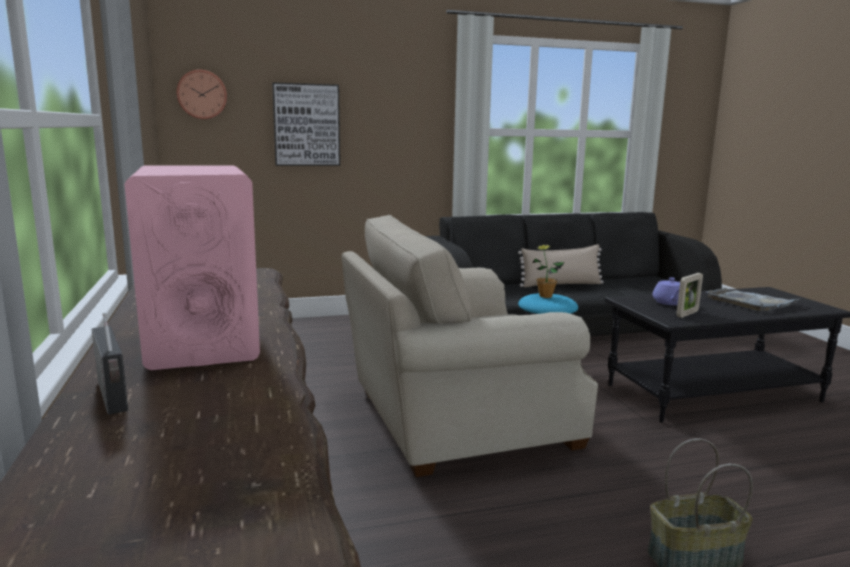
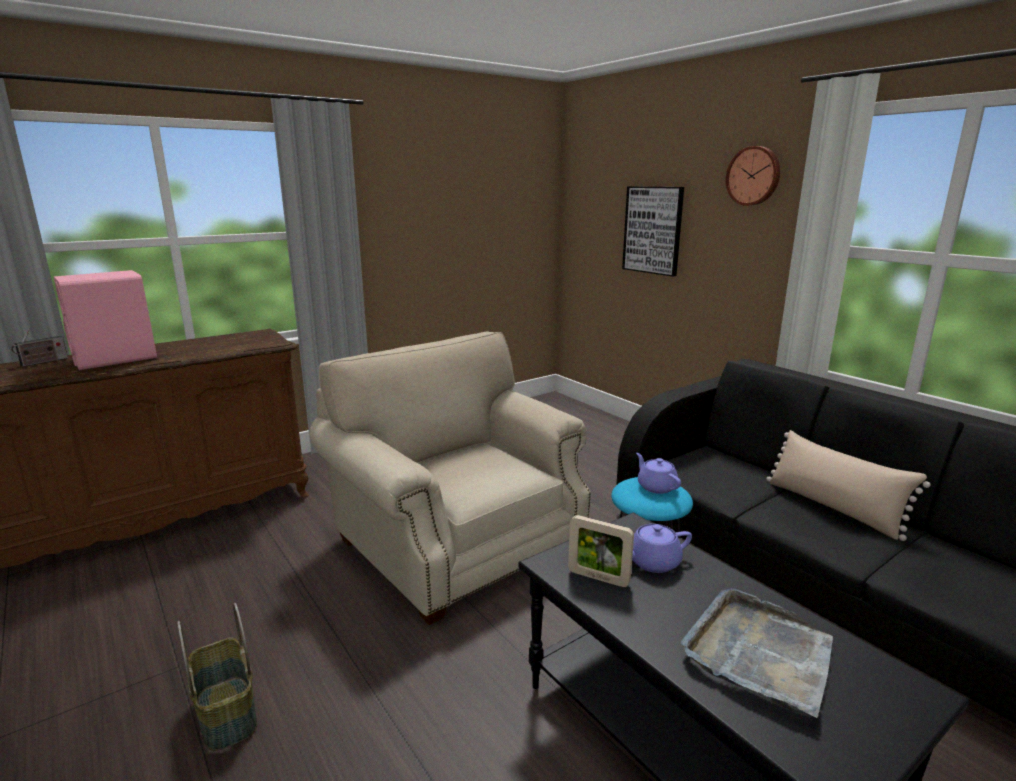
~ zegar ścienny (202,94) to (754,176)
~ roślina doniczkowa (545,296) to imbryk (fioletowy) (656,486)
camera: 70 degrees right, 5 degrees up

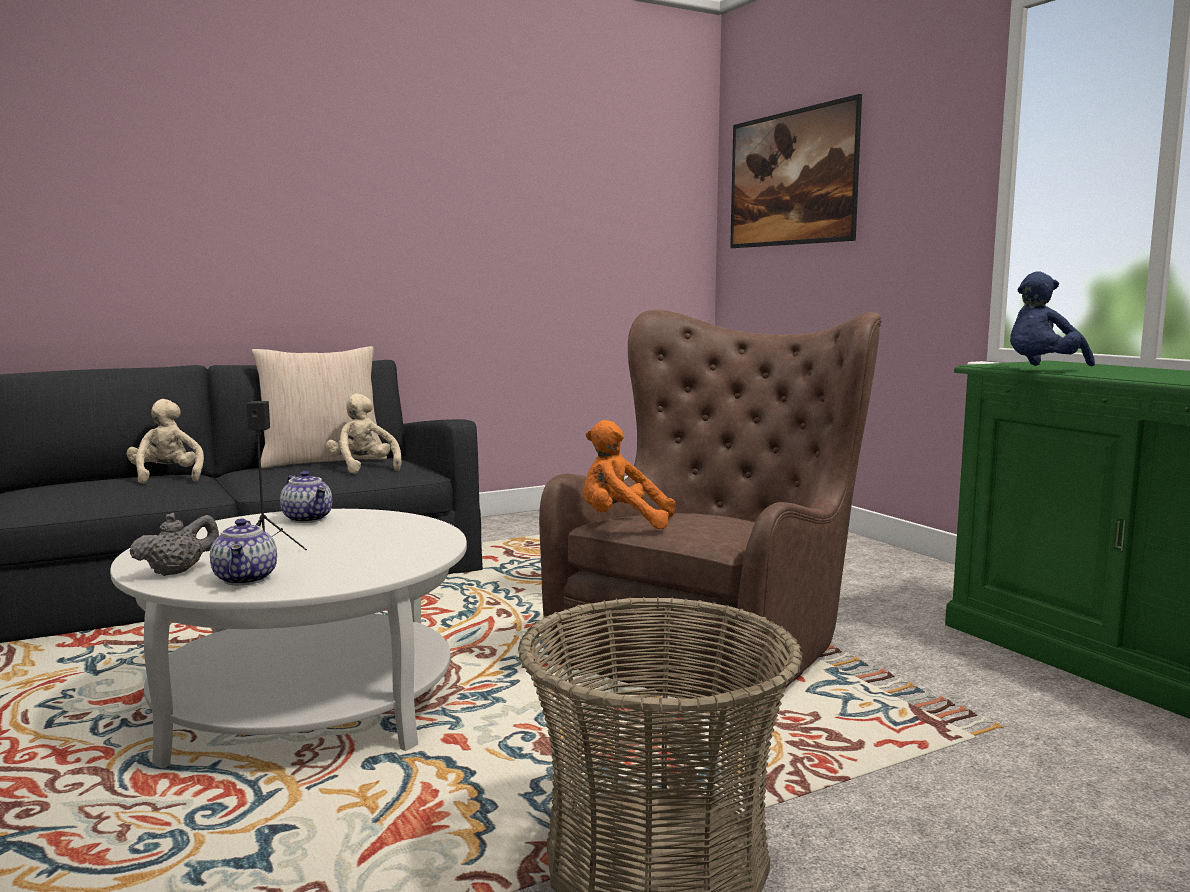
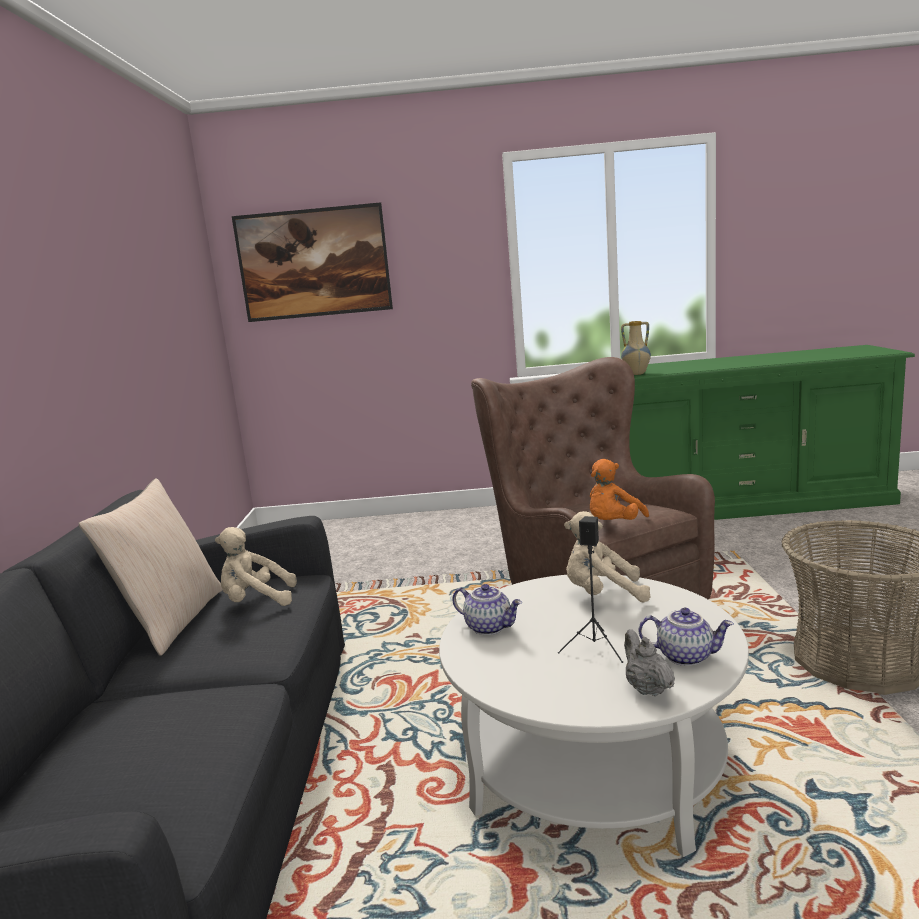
~ pluszak (niebieski) (1041,369) to wazon (636,374)
~ pluszak (beżowy) (167,477) to (602,595)
~ imbryk (308,519) = (489,627) 45 degrees clockwise
camera: 60 degrees left, 5 degrees up

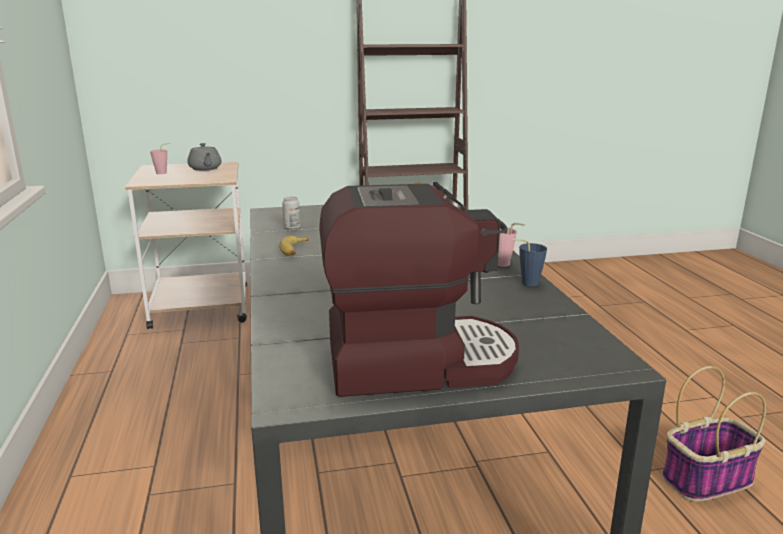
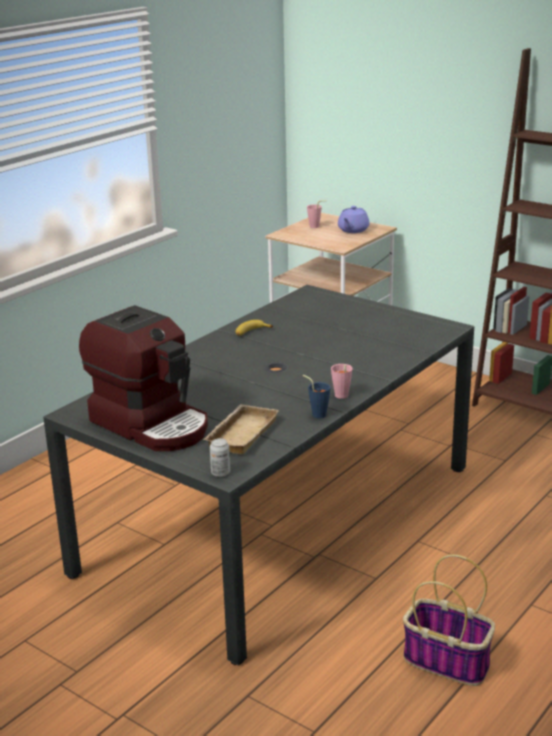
~ imbryk (szary) (205,169) to imbryk (fioletowy) (353,230)
~ puszka (292,228) to (220,473)
+ taca (beżowy) (240,433)
camera: 50 degrees right, 5 degrees up

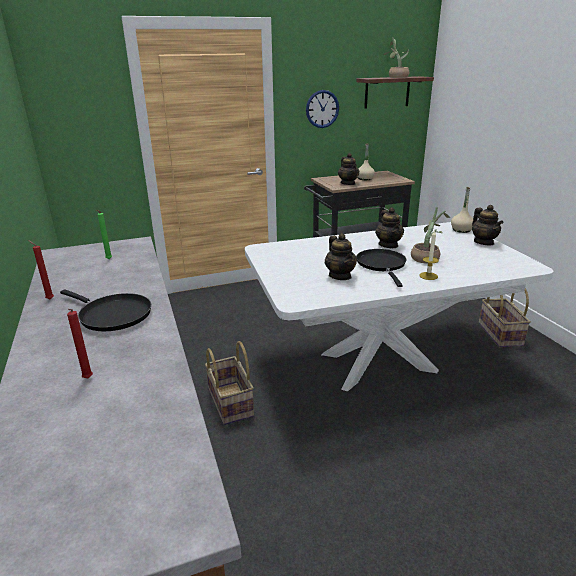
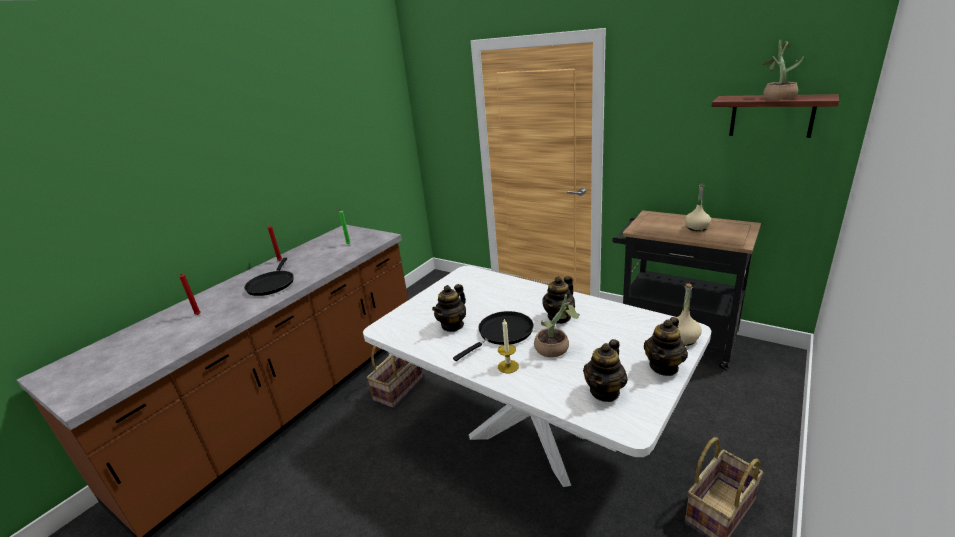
- zegar ścienny (322,109)
~ imbryk (348,183) to (605,391)
camera: 55 degrees right, 0 degrees up

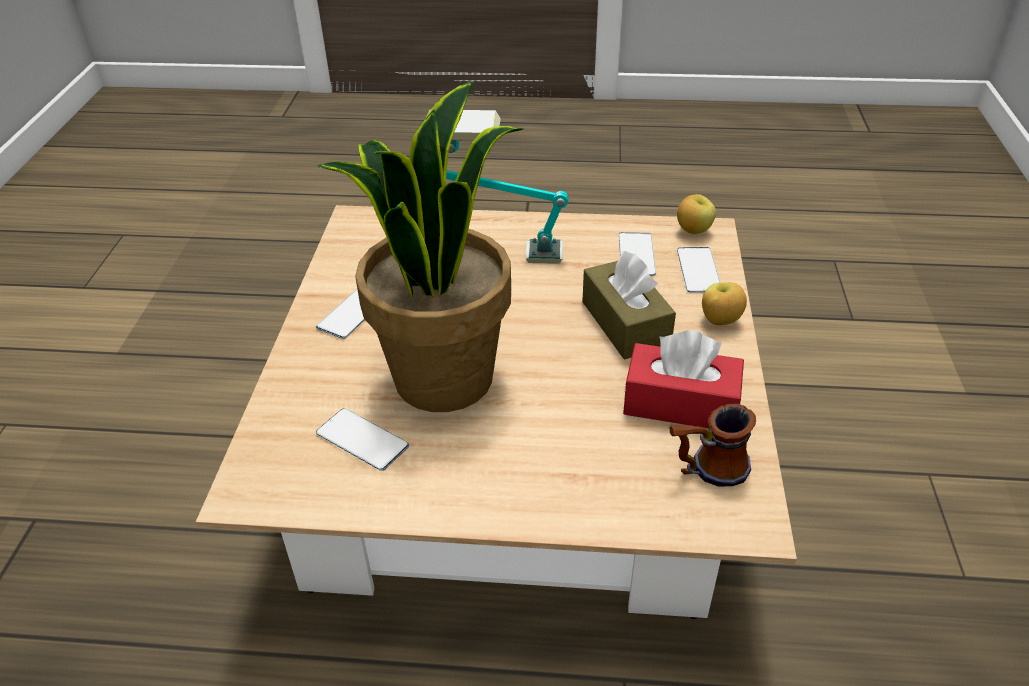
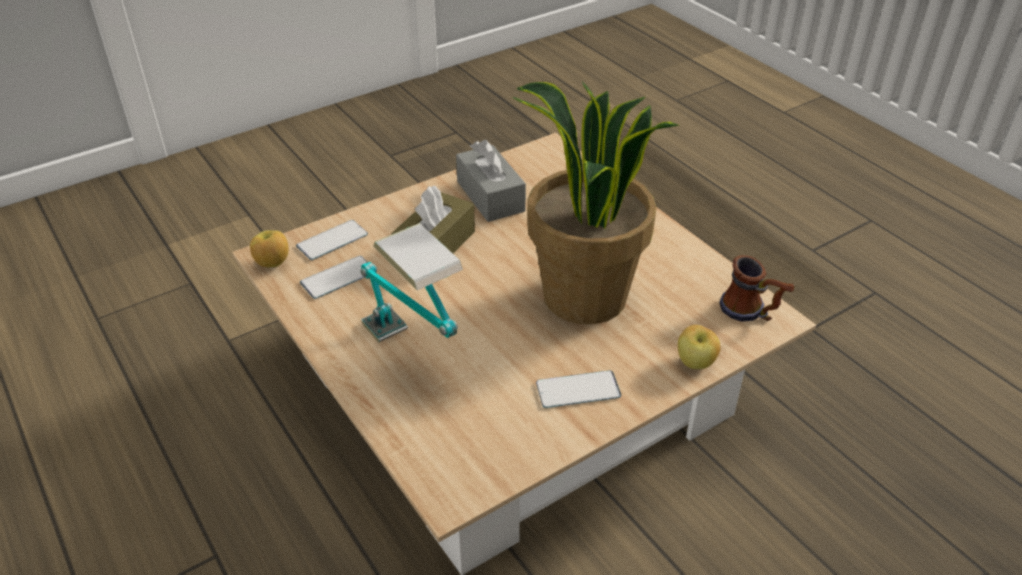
~ jabłko (720,321) to (695,363)
~ pudełko chusteczek (czerwony) (680,404) to pudełko chusteczek (szary) (490,196)
~ kubek (706,470) to (751,313)
- telefon (362,439)
camera: 130 degrees left, 0 degrees up

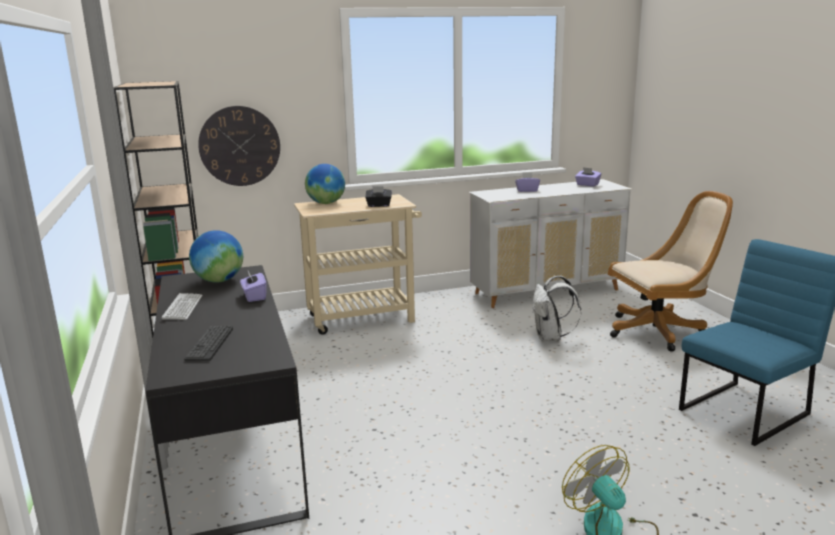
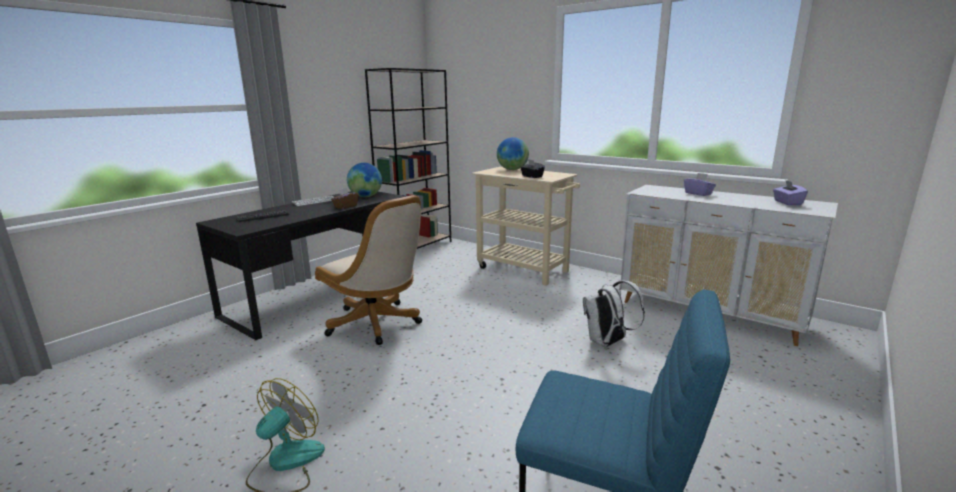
- zegar ścienny (239,146)
~ krzesło biurowe (661,330) to (378,325)
~ pudełko chusteczek (fioletowy) (254,296) to pudełko chusteczek (brązowy) (345,206)
camera: 55 degrees right, 0 degrees up

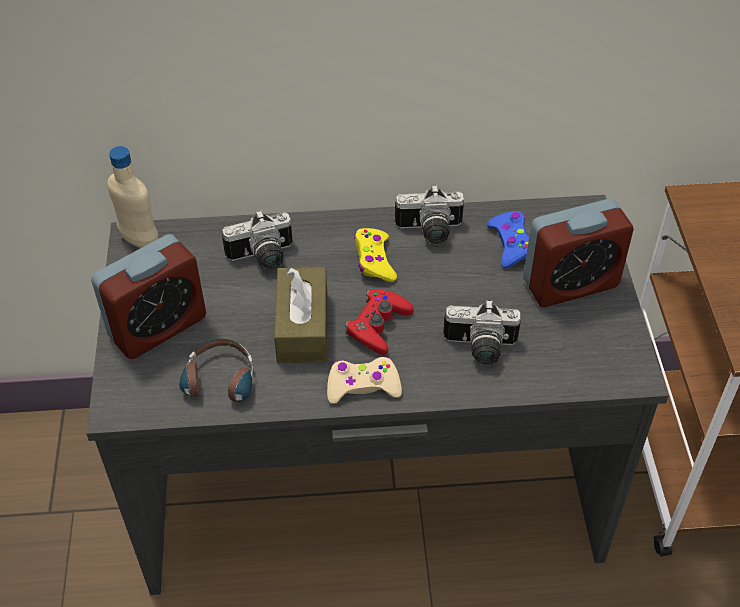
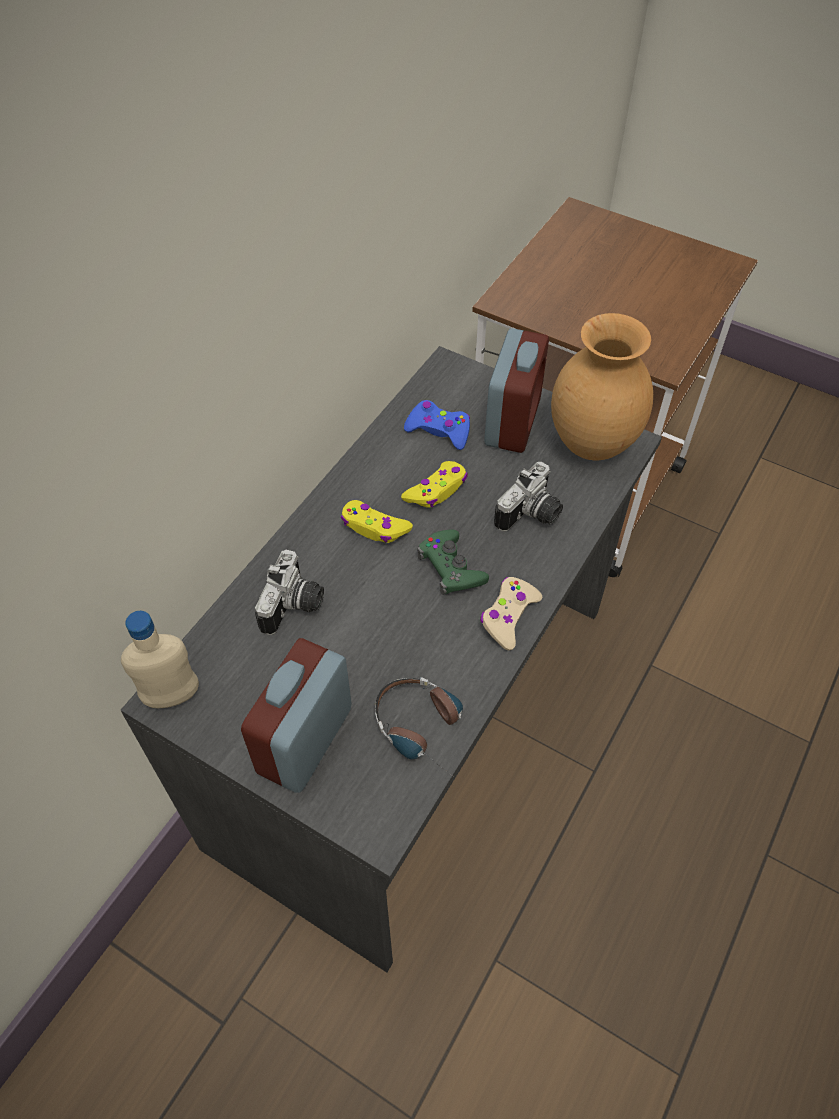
- aparat fotograficzny (429,232)
~ budzik (158,327) = (305,740) 150 degrees counterclockwise
- pudełko chusteczek (brązowy) (302,327)
~ pad do gier (czerwony) (378,325) to pad do gier (zielony) (451,567)
+ wazon (brązowy) (591,446)
+ pad do gier (żółty) (437,490)
camera: 55 degrees left, 5 degrees up

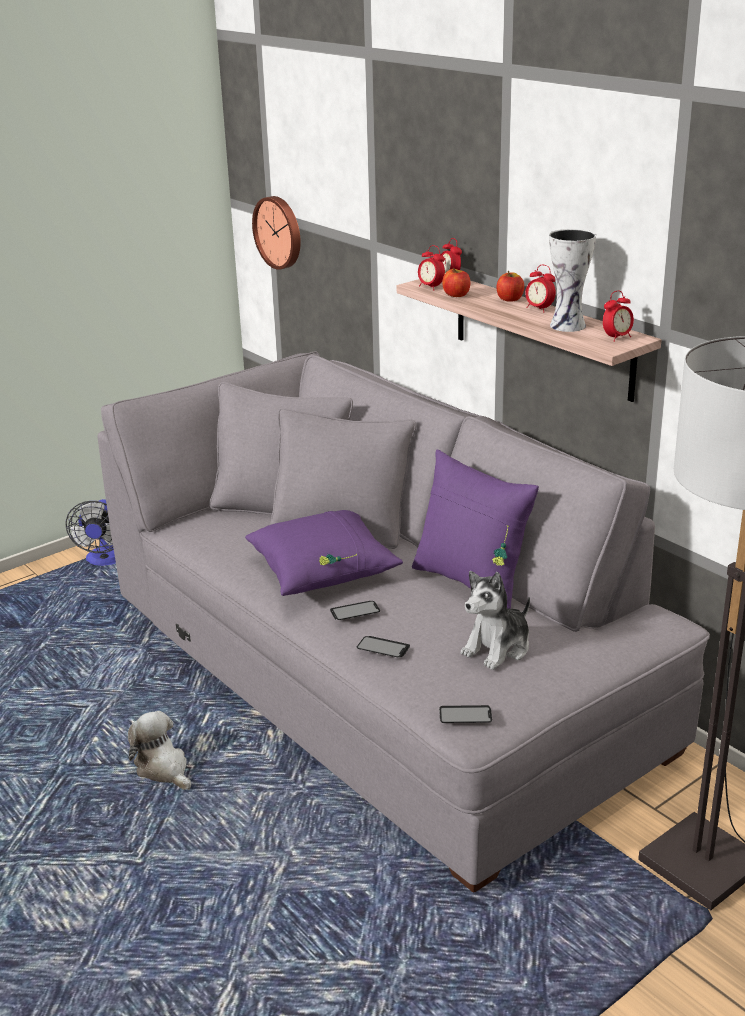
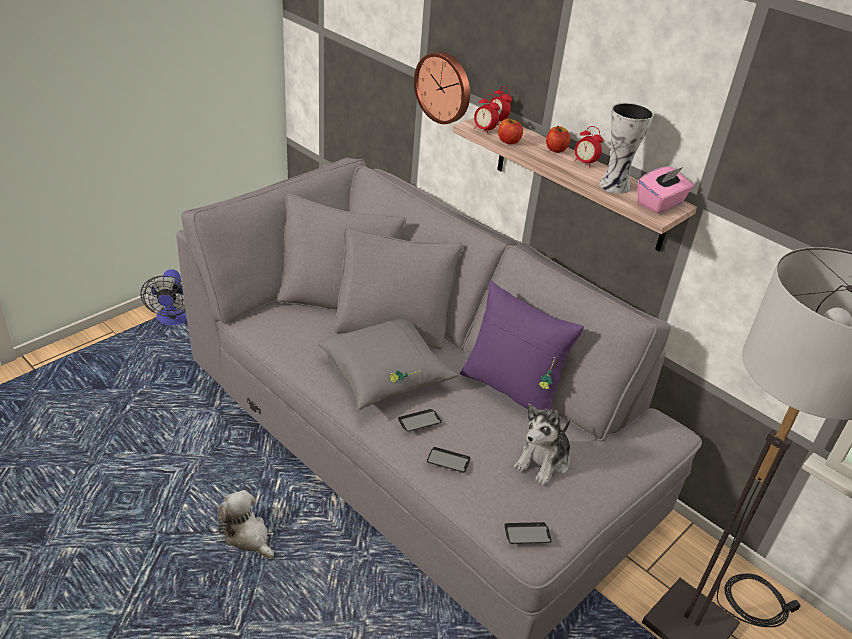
~ zegar ścienny (279,232) to (444,87)
~ budzik (617,338) to pudełko chusteczek (różowy) (660,203)
~ poduszka (fioletowy) (322,571) to poduszka (szary) (384,375)
camera: 10 degrees left, 10 degrees up

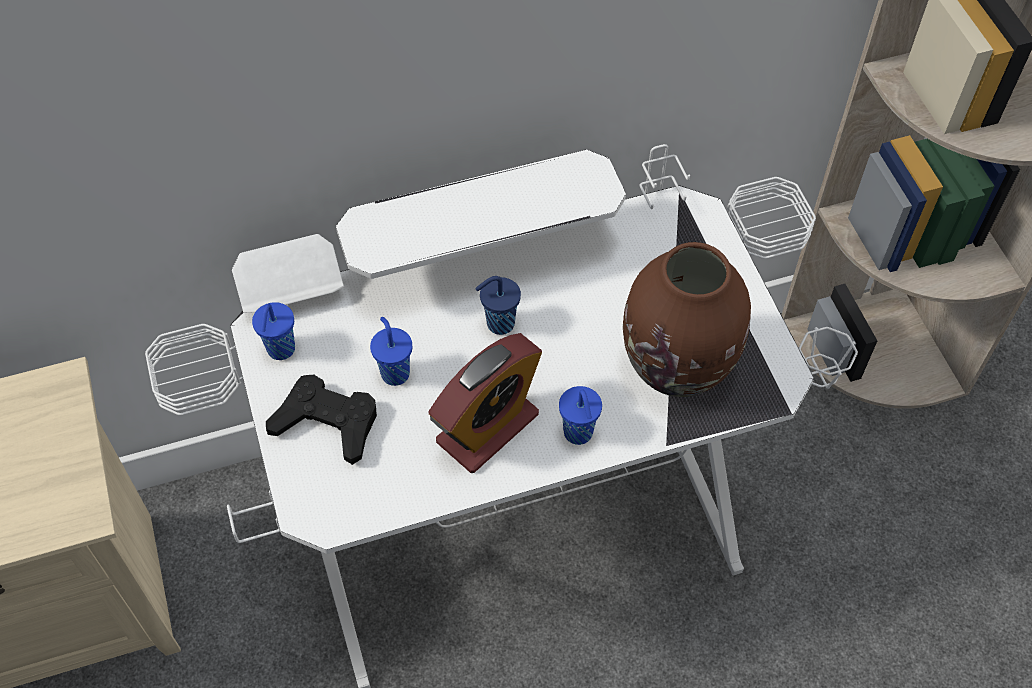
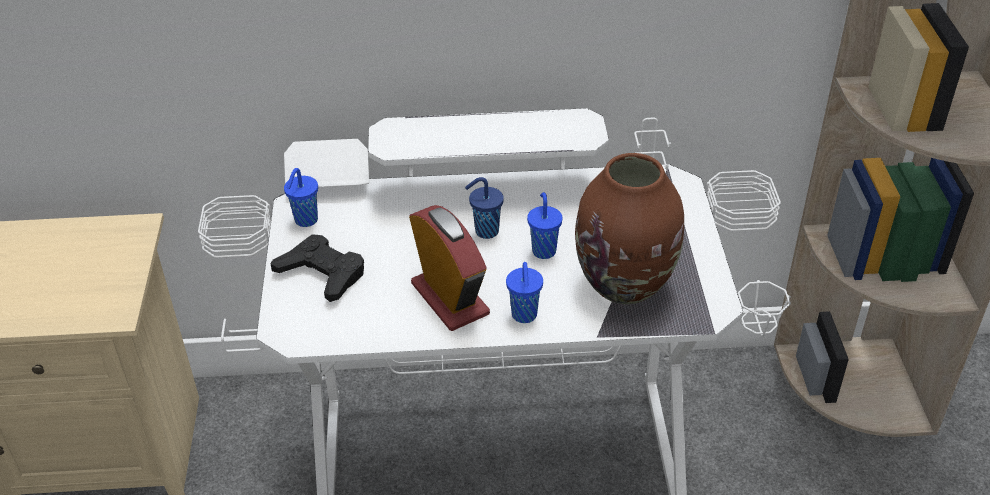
~ filiżanka (niebieski) (394,372) to (543,250)
~ budzik (487,428) = (450,299) 90 degrees counterclockwise
camera: 15 degrees right, 15 degrees down

